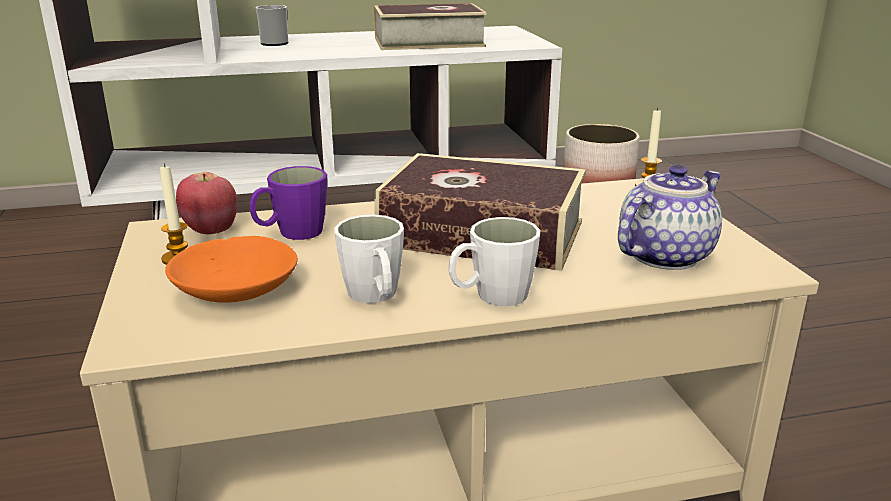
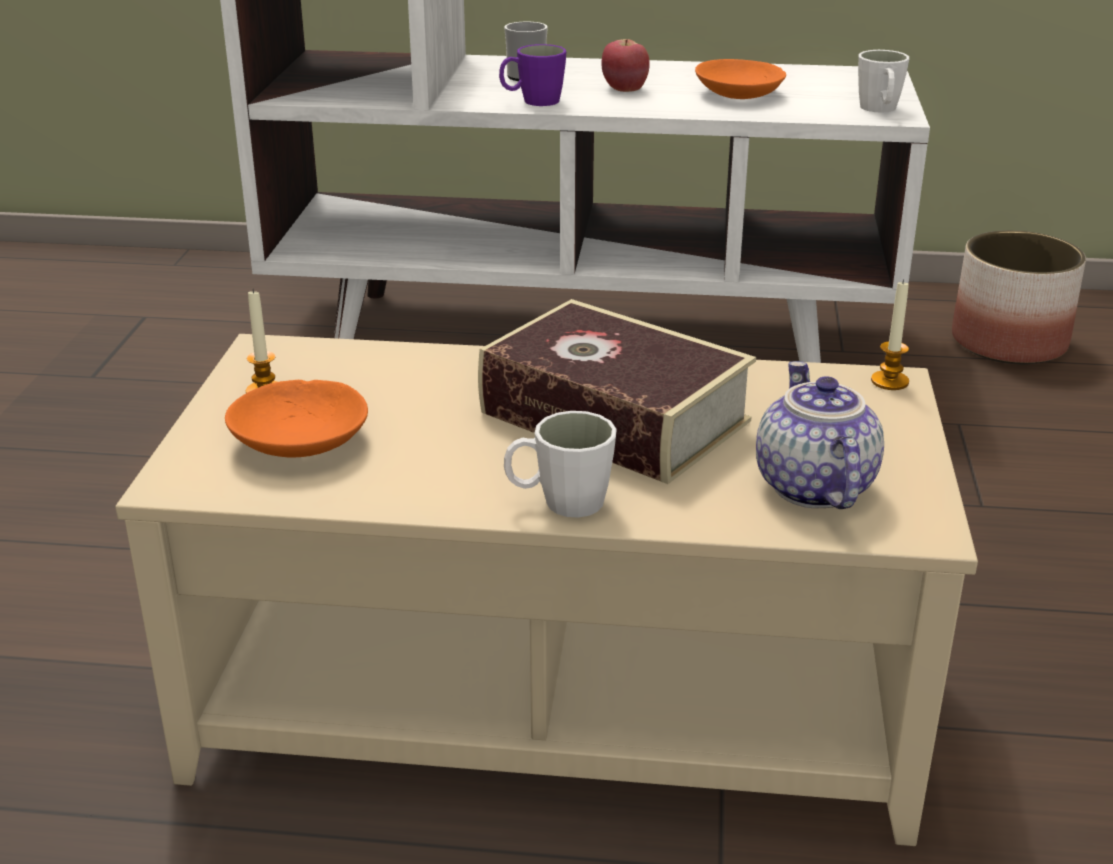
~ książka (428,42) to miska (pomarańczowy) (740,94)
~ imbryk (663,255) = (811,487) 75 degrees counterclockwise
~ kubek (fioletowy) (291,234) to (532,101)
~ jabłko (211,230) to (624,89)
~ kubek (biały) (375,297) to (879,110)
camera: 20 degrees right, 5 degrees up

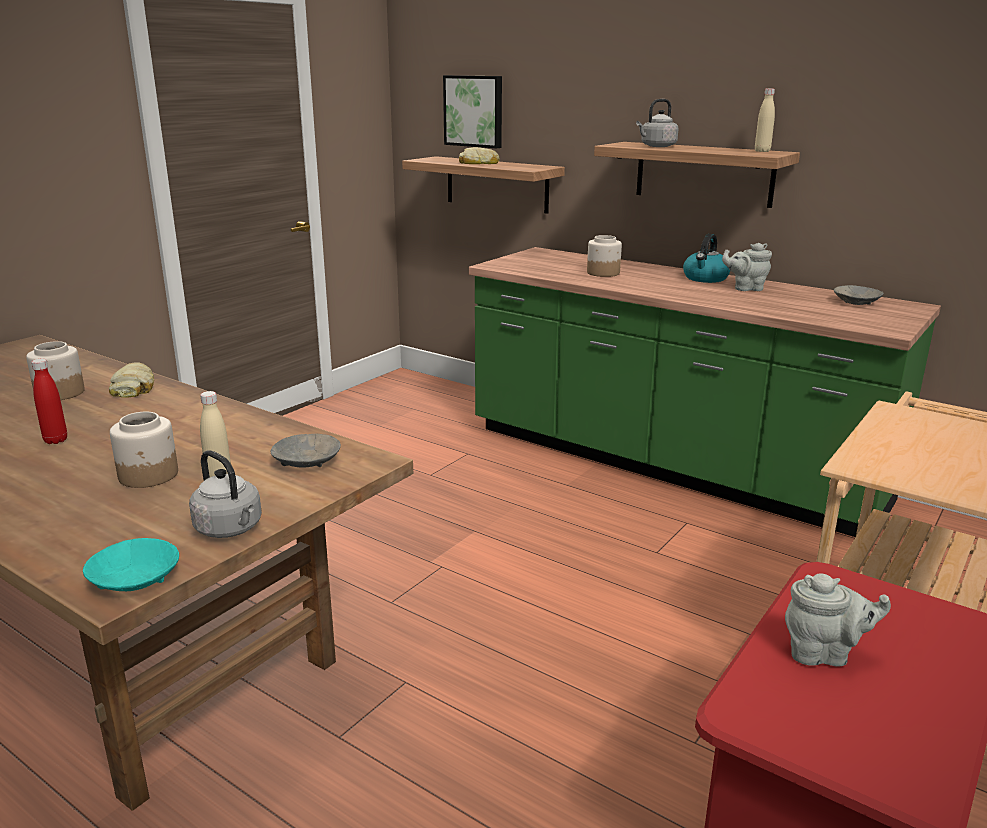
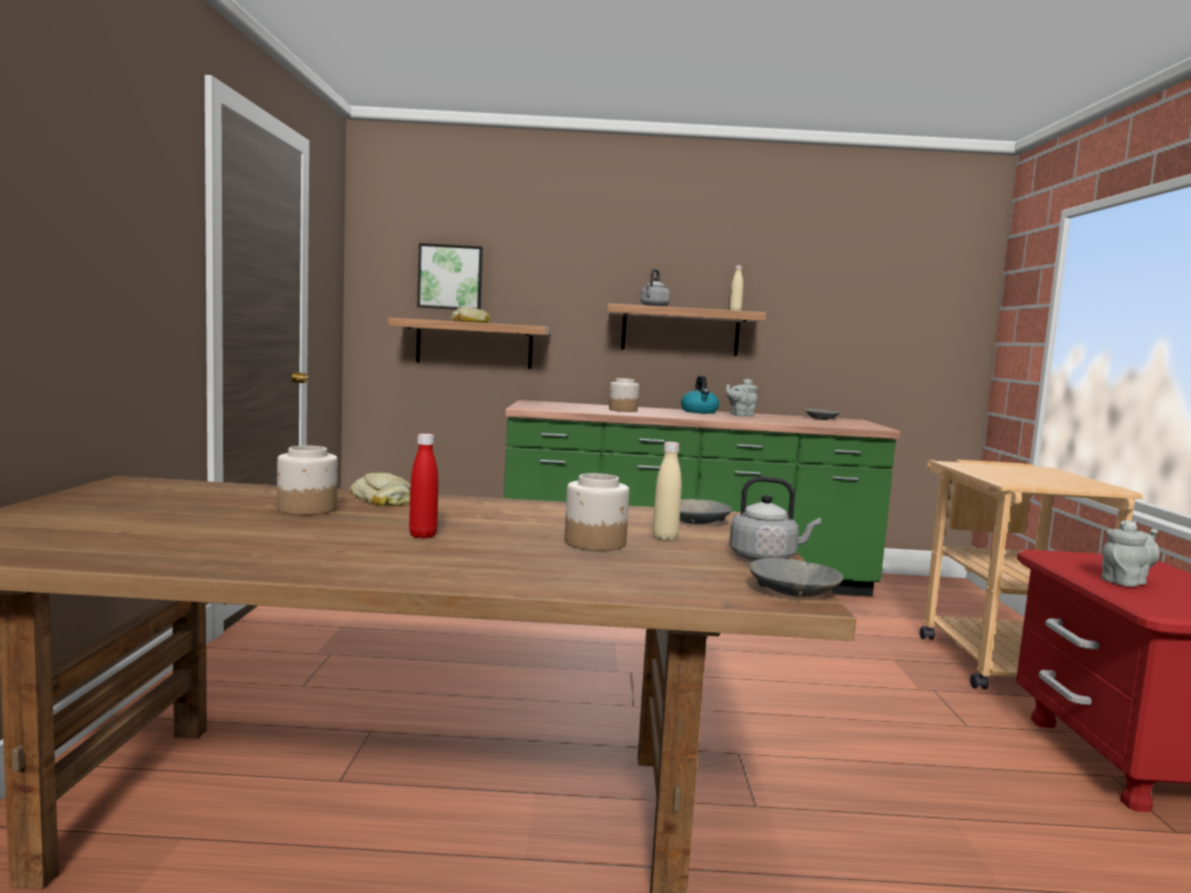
~ miska (turkusowy) (135,580) to miska (szary) (794,592)
camera: 35 degrees left, 15 degrees down

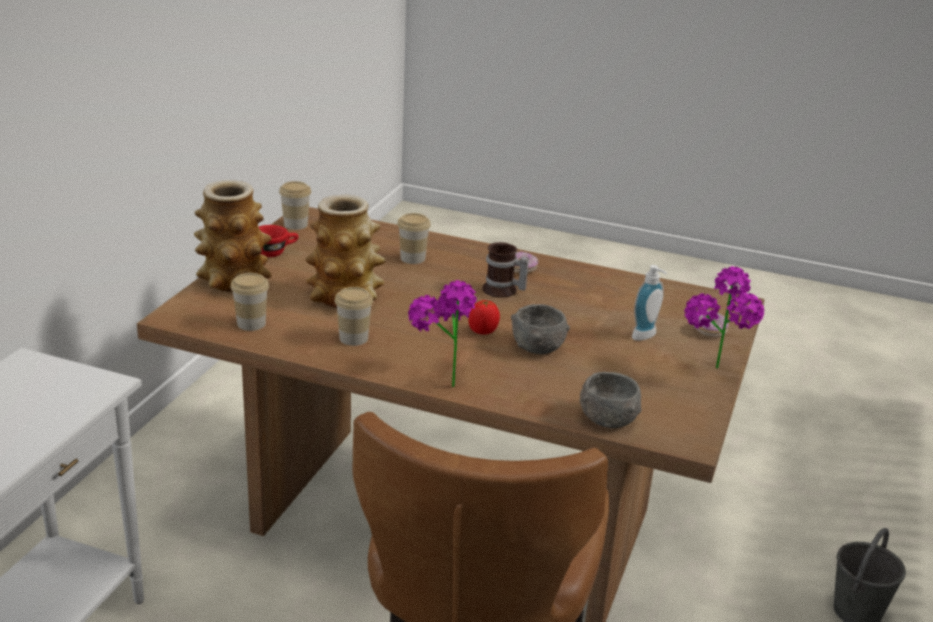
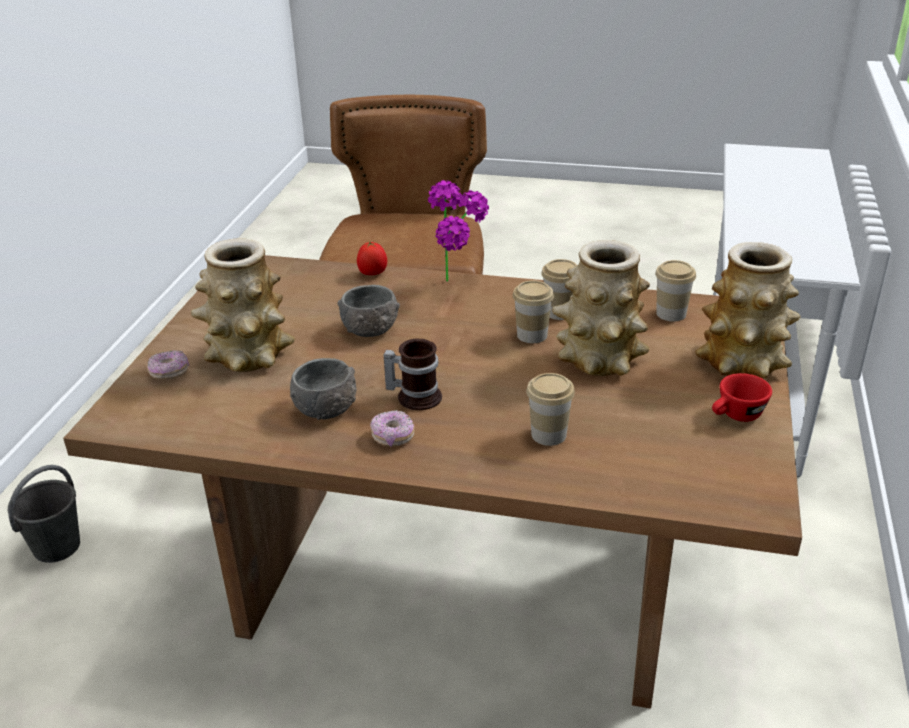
~ filiżanka (295,224) to (532,335)
~ dozownik mydła (646,337) to wazon (248,356)
- roślina doniczkowa (715,374)
~ pomidor (483,331) to (373,274)
~ miska (szary) (607,418) to (325,408)
camera: 175 degrees right, 5 degrees up

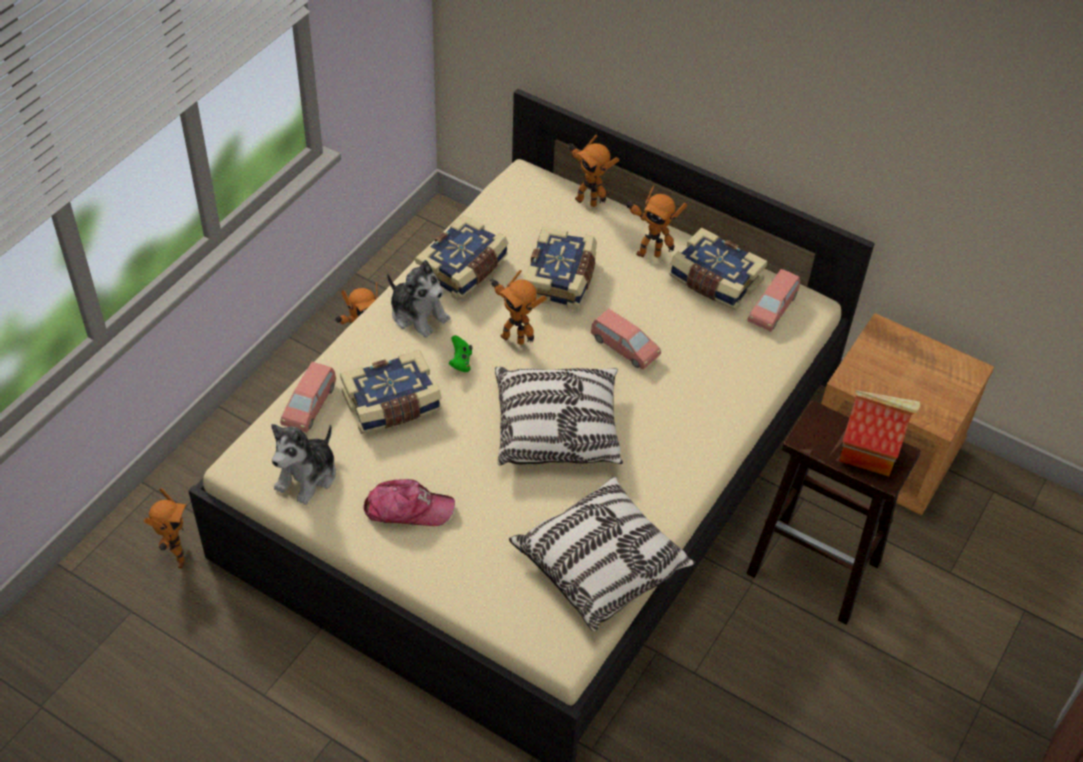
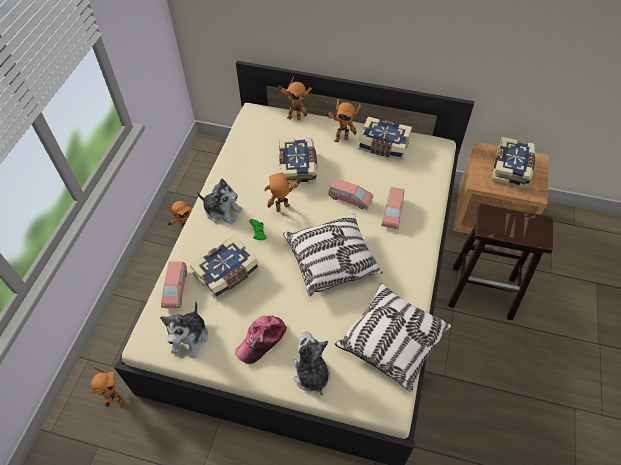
~ książka (463,269) to (512,169)
~ samochodzik (różowy) (773,308) to (392,212)
~ robot zabawkowy (514,337) = (284,210) 135 degrees clockwise
- domek (869,452)
~ czapka z daszkiem (408,509) = (261,340) 150 degrees clockwise
+ pluszak (311,373)
camera: 15 degrees left, 5 degrees up

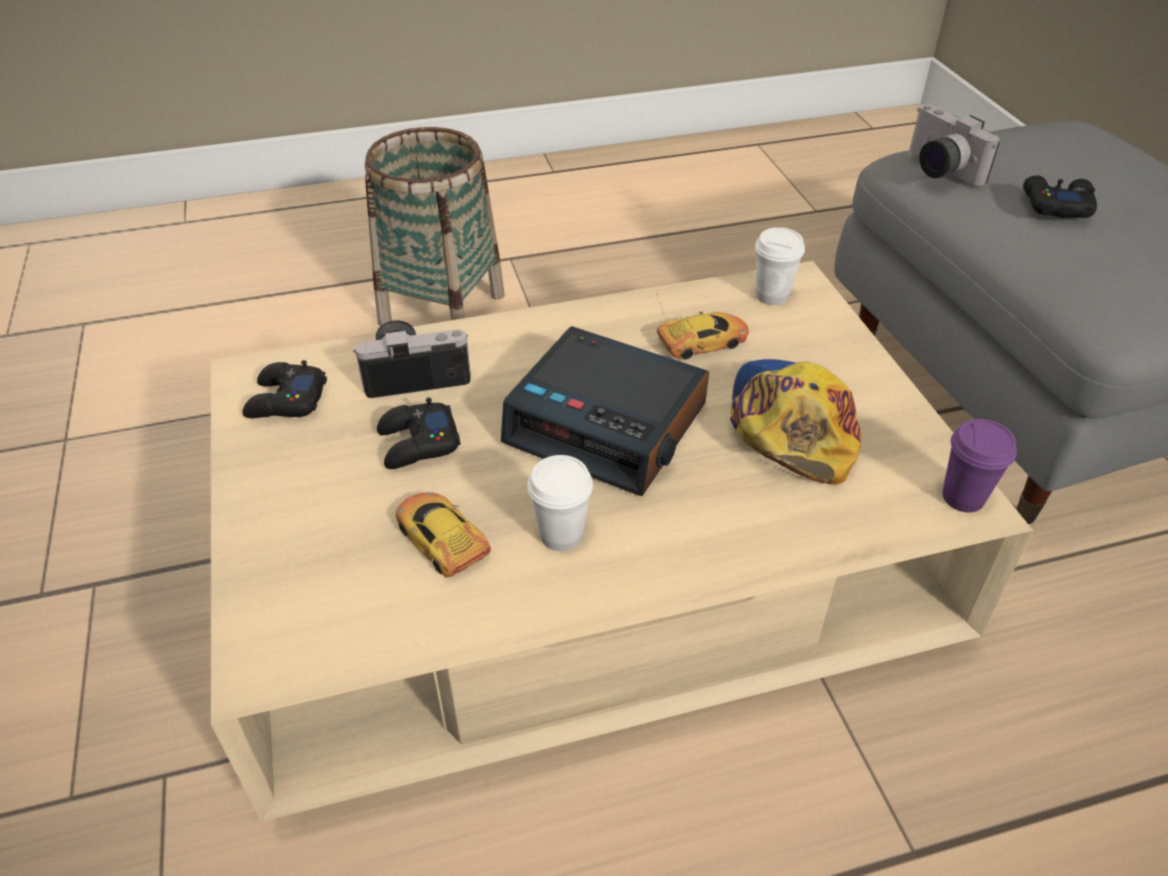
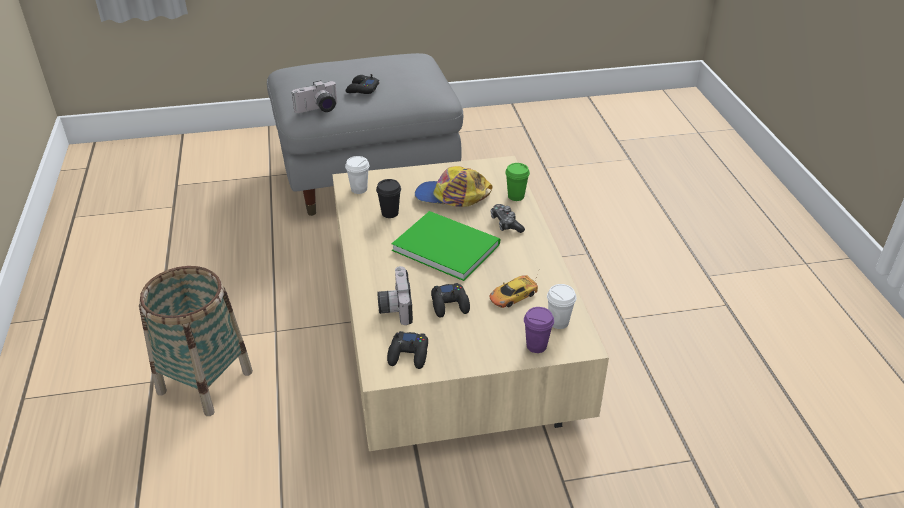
~ samochodzik (702,341) to filiżanka (czarny) (390,213)
~ budzik (608,424) to książka (zielony) (445,245)
~ filiżanka (fioletowy) (963,497) to (536,346)
~ filiżanka (biały) (561,535) to (558,322)
+ filiżanka (zielony) (516,196)
+ pad do gier (506,224)
camera: 85 degrees left, 5 degrees down

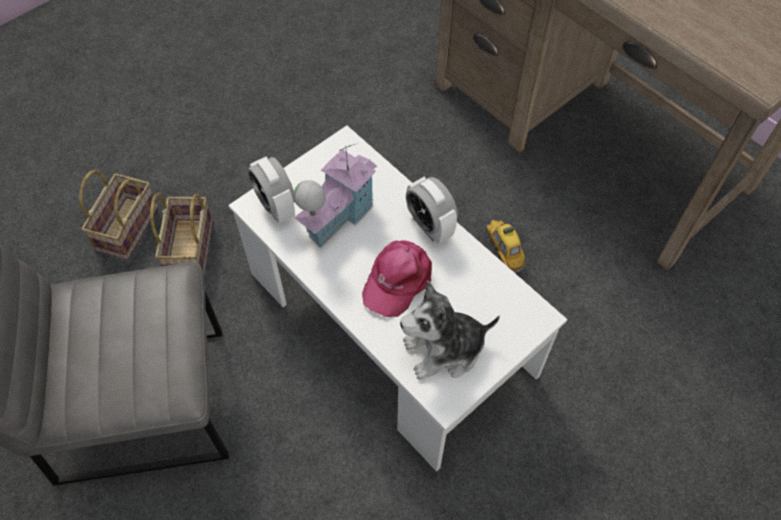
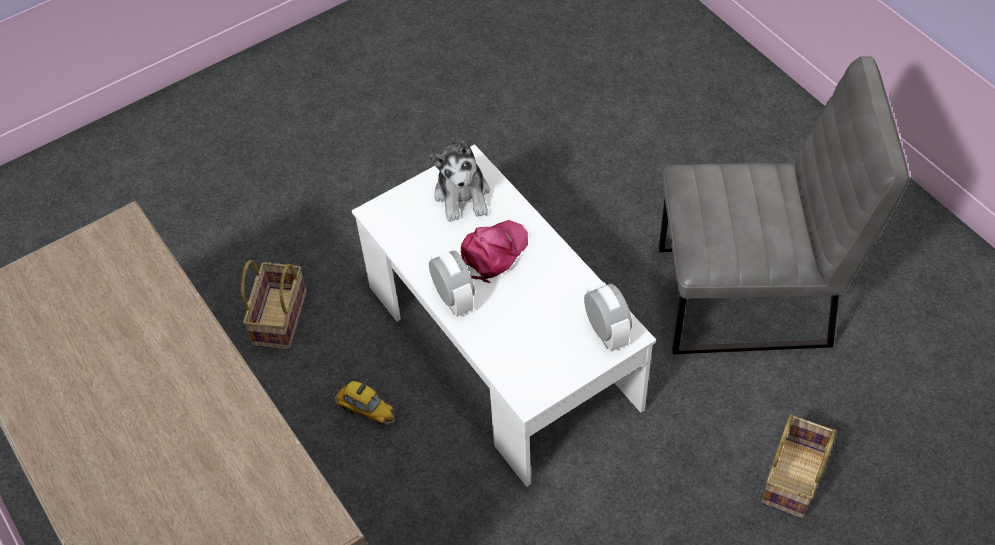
- domek (337,216)
~ koszyk (191,250) to (279,317)
~ samochodzik (503,250) = (366,410) 45 degrees counterclockwise
~ pluszak (444,350) = (462,195) 90 degrees clockwise
camera: 170 degrees left, 5 degrees down

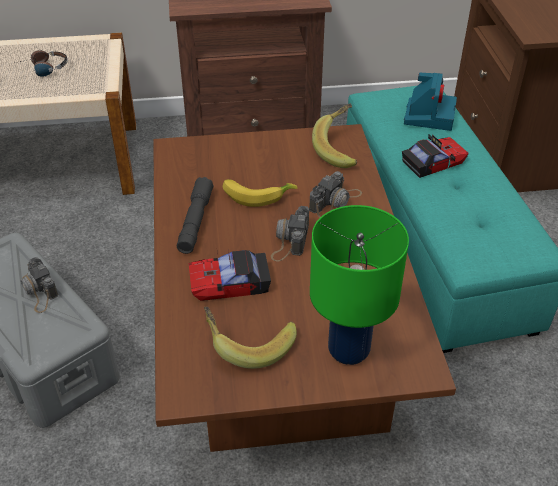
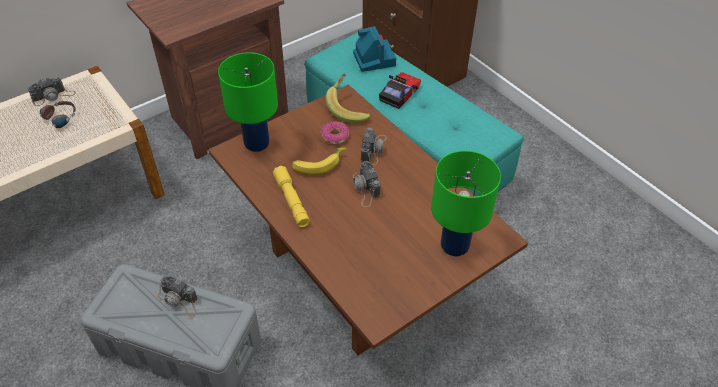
~ latarka (szary) (195,221) to latarka (żółty) (291,201)
- samochodzik (230,282)
- banan (249,344)
+ lampa stołowa (zielony) (256,143)
+ aparat fotograficzny (53,96)
+ donut (335,136)
camera: 30 degrees left, 5 degrees up

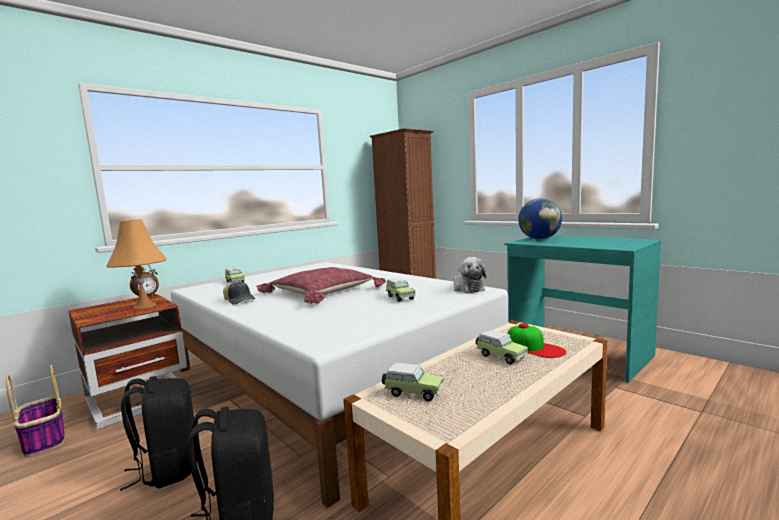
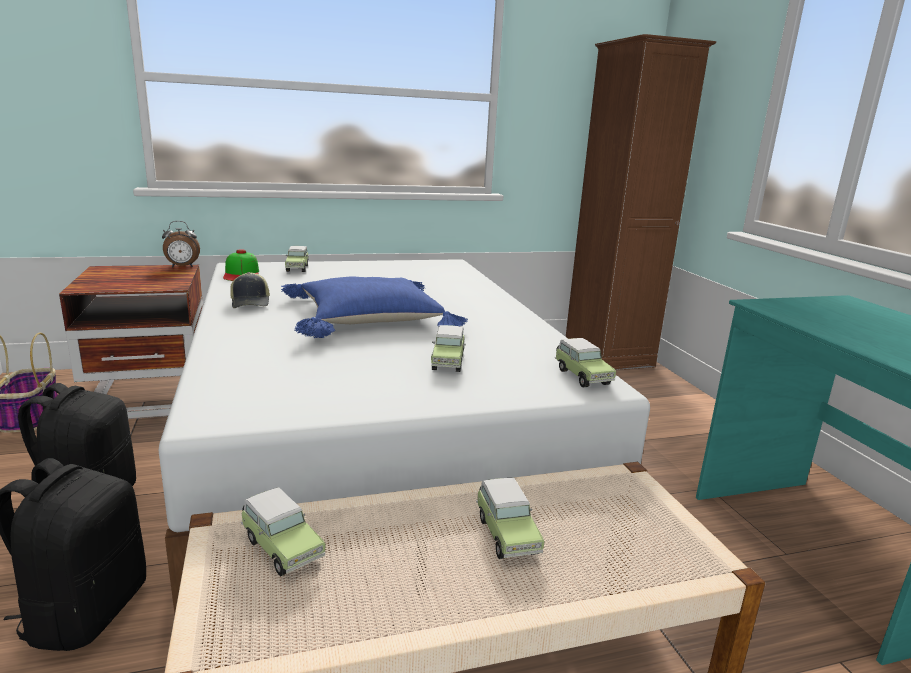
- globus (539,239)
- lampa stołowa (pomarańczowy) (144,306)
~ pluszak (467,288) to samochodzik (581,376)
~ poduszka (czerwony) (322,291) to poduszka (niebieski) (368,315)
~ czapka z daszkiem (535,347) to (242,273)
camera: 25 degrees right, 10 degrees up

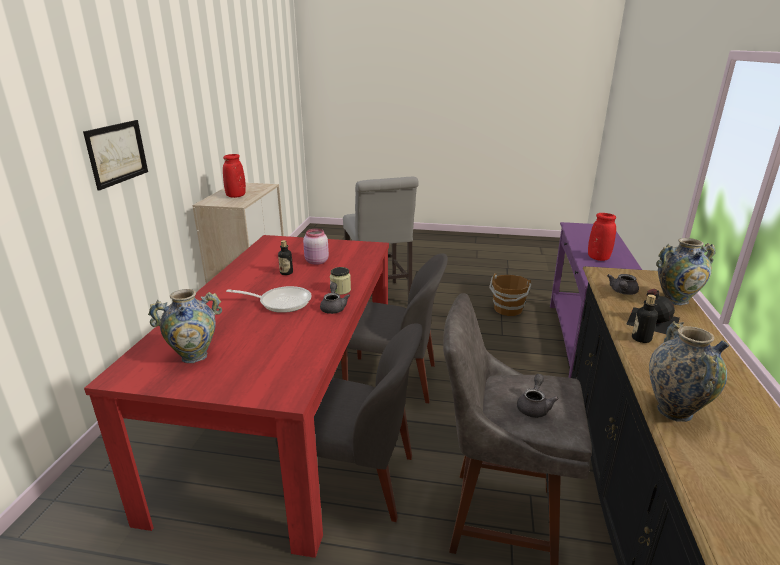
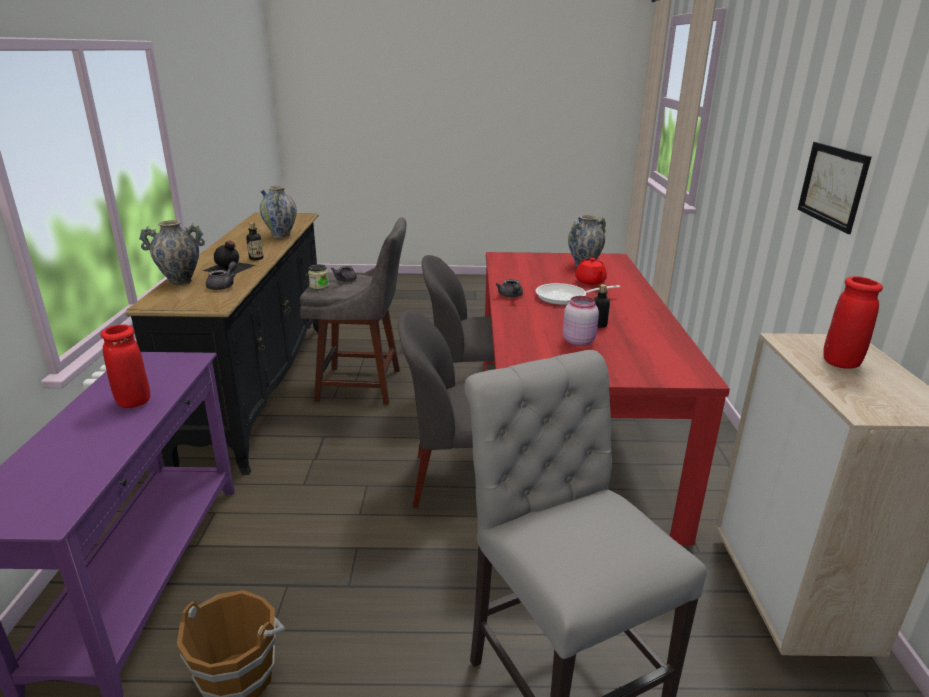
~ słoik (340,290) to (319,286)
+ imbryk (czerwony) (590,282)
camera: 170 degrees right, 0 degrees up

